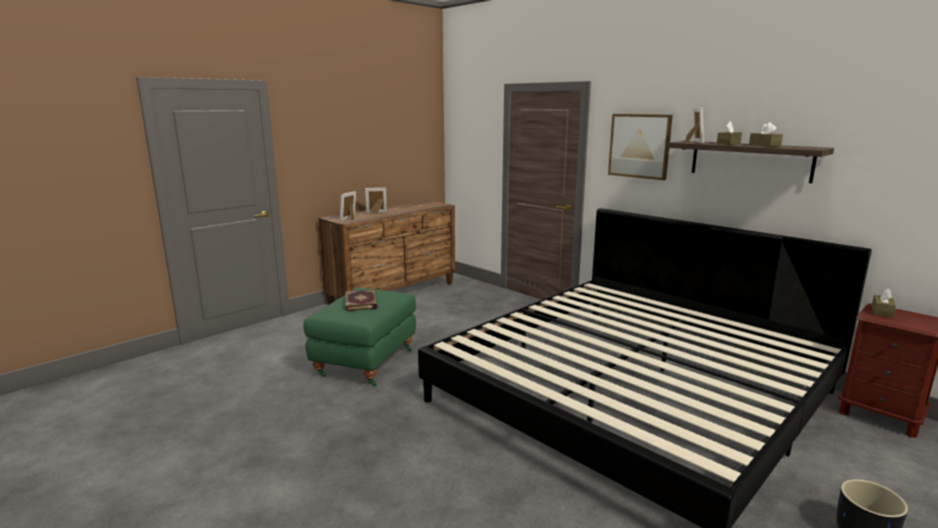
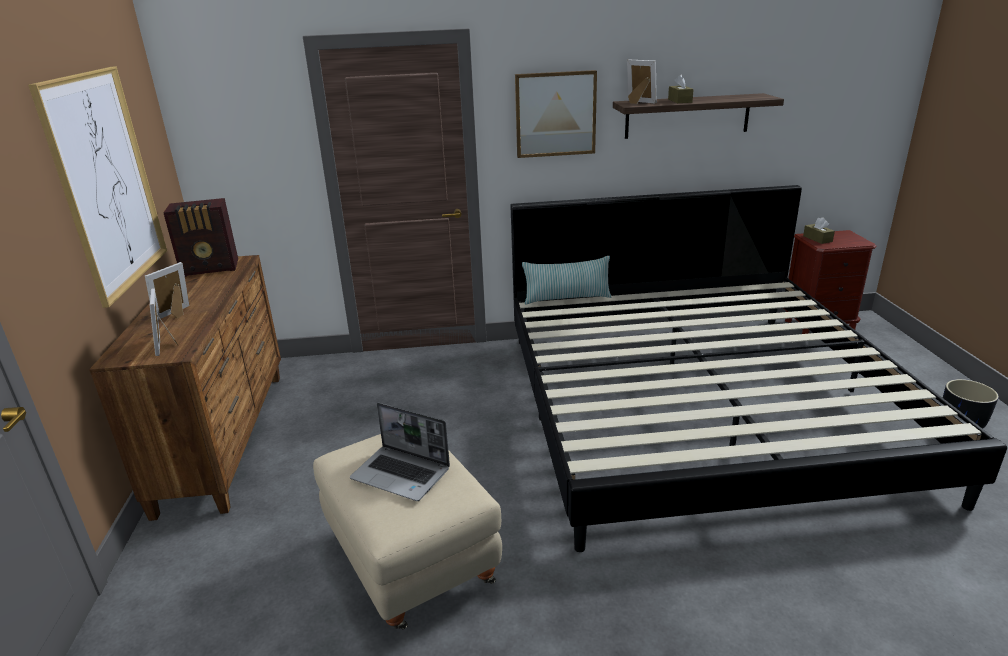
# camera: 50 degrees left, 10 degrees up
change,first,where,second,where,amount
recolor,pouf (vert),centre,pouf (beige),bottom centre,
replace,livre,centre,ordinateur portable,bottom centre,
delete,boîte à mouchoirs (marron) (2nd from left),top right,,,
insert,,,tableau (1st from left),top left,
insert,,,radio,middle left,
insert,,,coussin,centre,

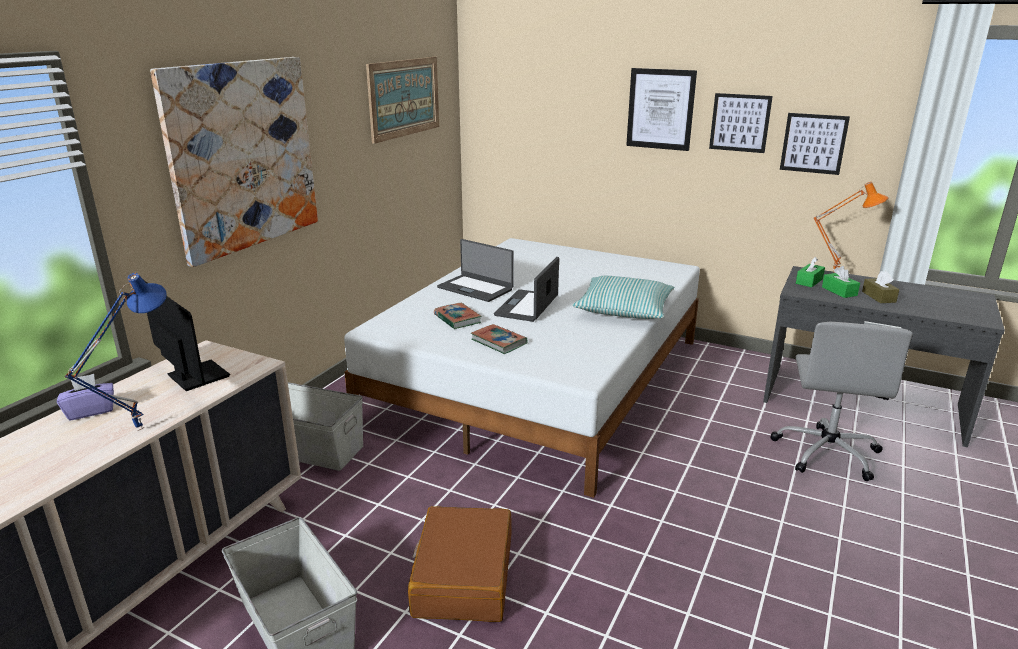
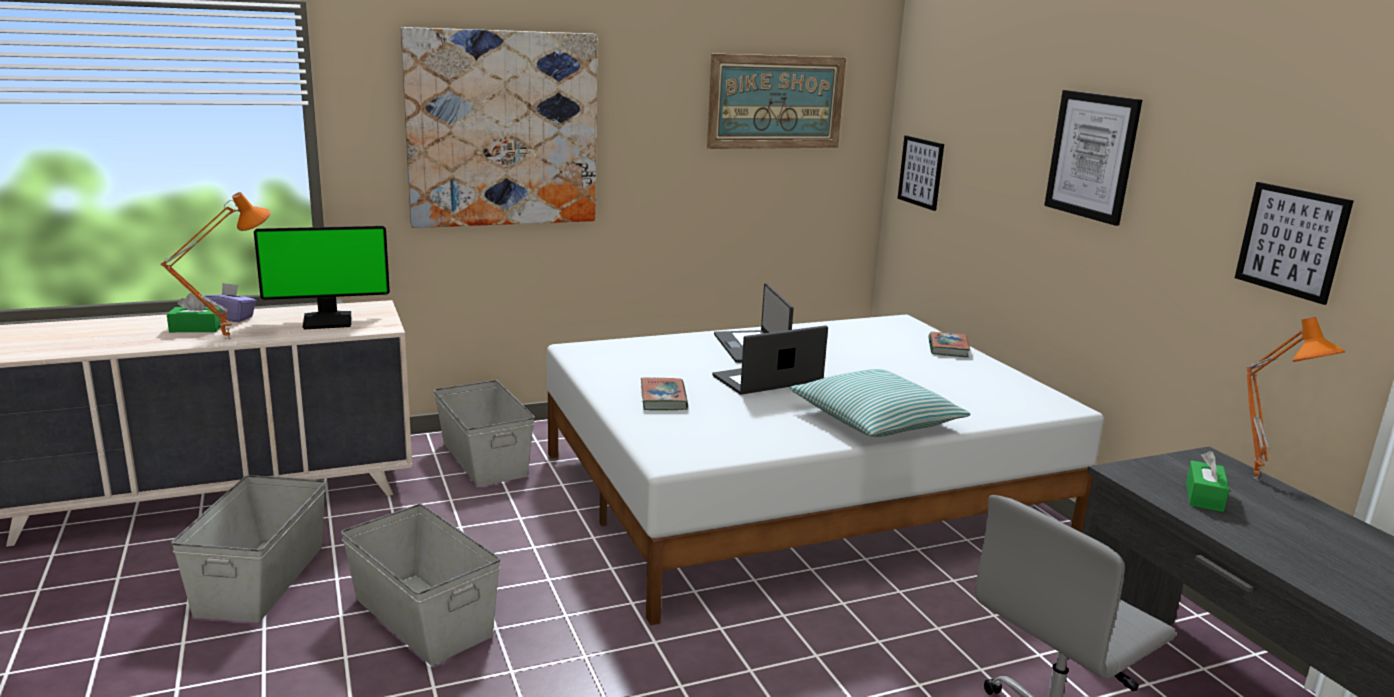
# camera: 40 degrees right, 5 degrees down
change,first,where,second,where,amount
recolor,lampe de table (bleu),middle left,lampe de table (orange) (1st from left),middle left,
rotate,écran d'ordinateur,middle left,,middle left,75 degrees clockwise
replace,valise (marron),bottom centre,boîte de rangement (gris) (2nd from left),bottom left,
move,livre (1st from left in the first image),centre,livre (2nd from left),middle right,
move,tableau (4th from left in the first image),top right,tableau (3rd from left),top centre,
move,boîte à mouchoirs (vert) (1st from left),middle right,,middle left,
delete,boîte à mouchoirs (marron),middle right,,,

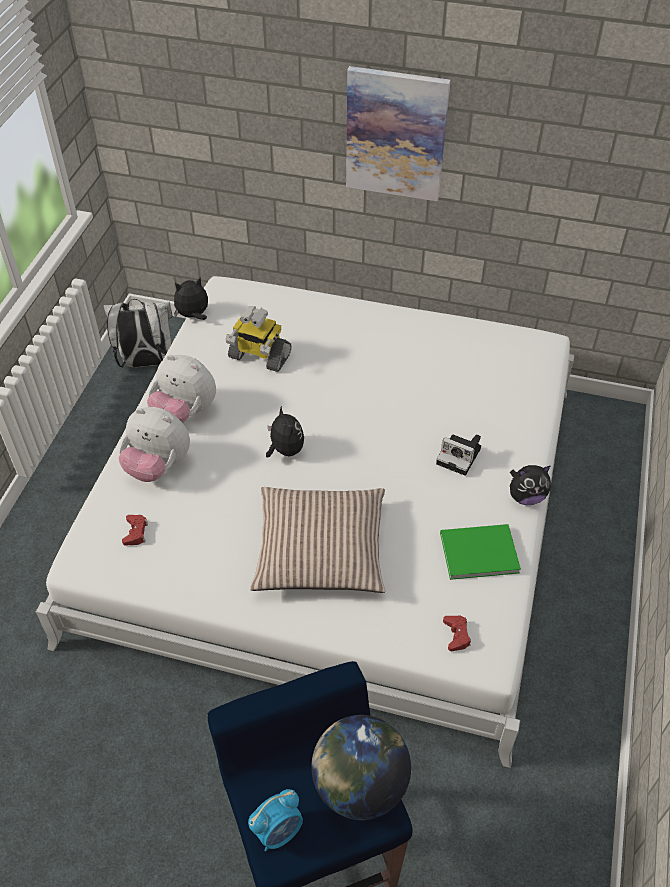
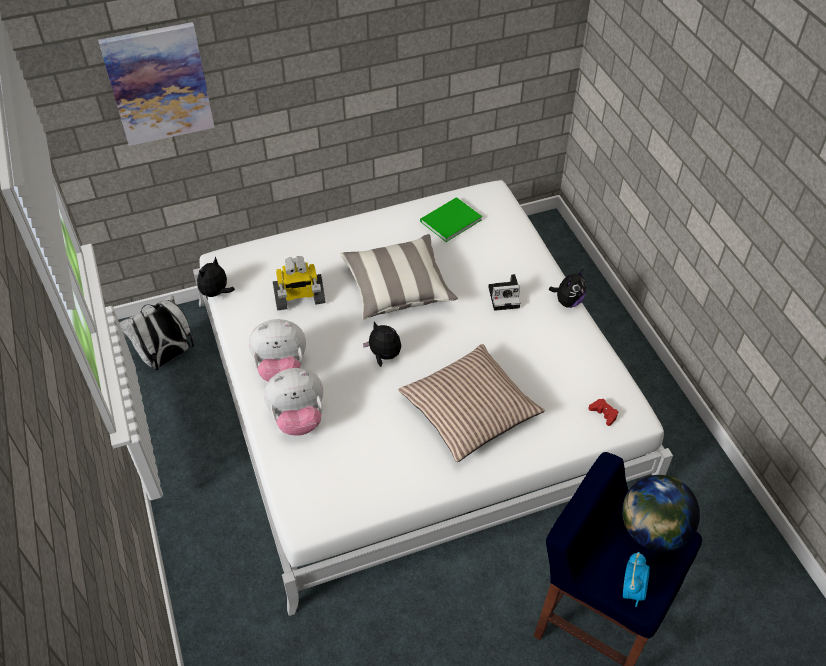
# camera: 35 degrees left, 0 degrees up
change,first,where,second,where,amount
delete,manette (rouge) (1st from left),middle left,,,
move,tableau,top centre,,top left,
move,livre (vert),middle right,,top centre,
insert,,,coussin (1st from left),centre,

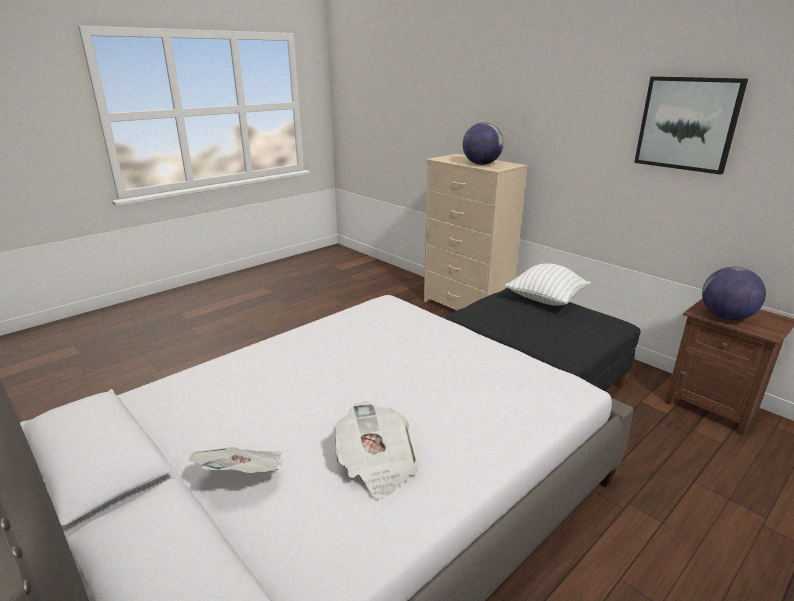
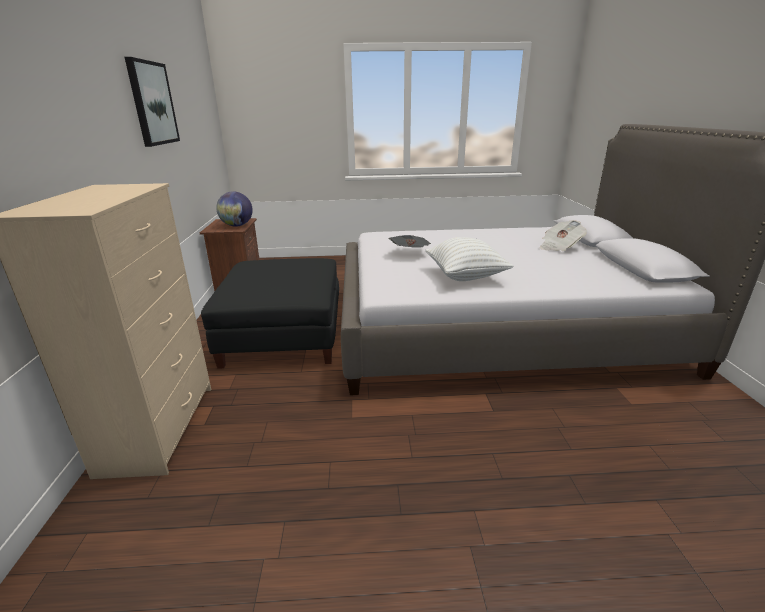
# camera: 140 degrees left, 0 degrees up
change,first,where,second,where,amount
move,journal (2nd from left in the first image),bottom centre,journal (1st from left),centre,
delete,globe (1st from left),top centre,,,
move,coussin (blanc),middle right,,centre,

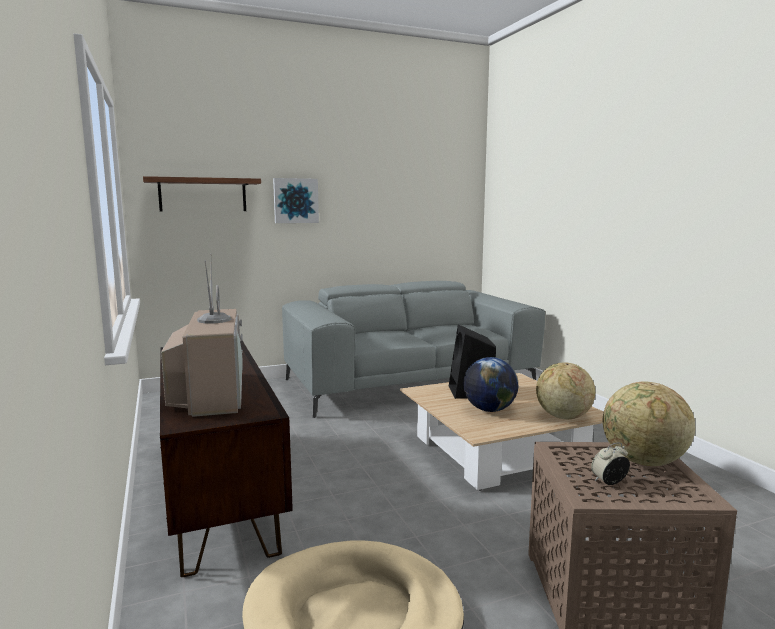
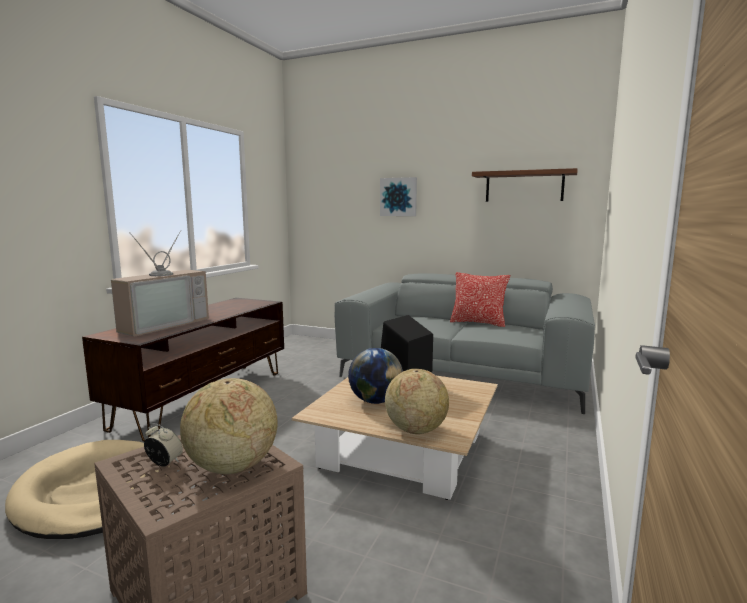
# camera: 45 degrees right, 0 degrees up
change,first,where,second,where,amount
move,étagère,top left,,top right,
insert,,,coussin,centre,

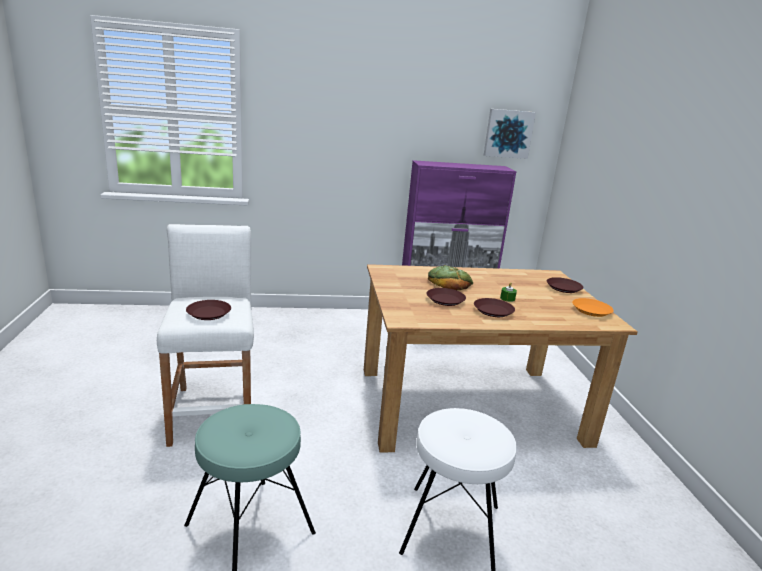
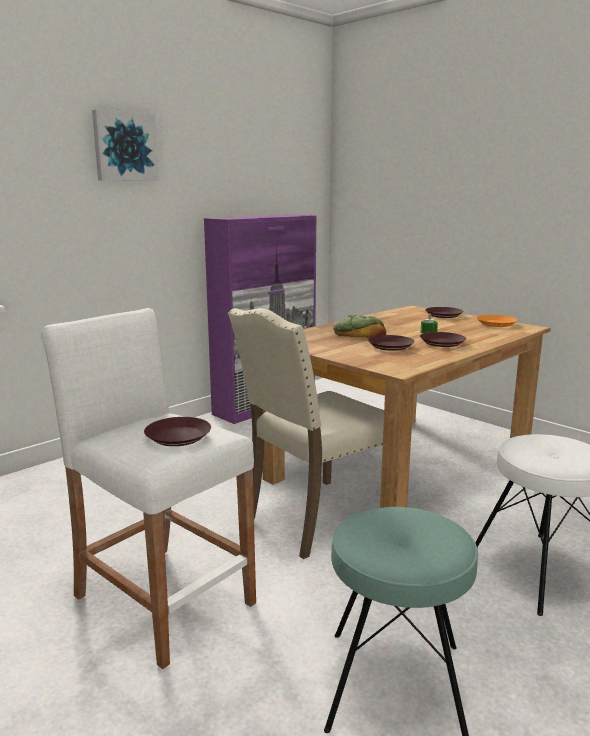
# camera: 35 degrees left, 5 degrees down
change,first,where,second,where,amount
move,tableau,top right,,top left,
insert,,,chaise (beige),centre,

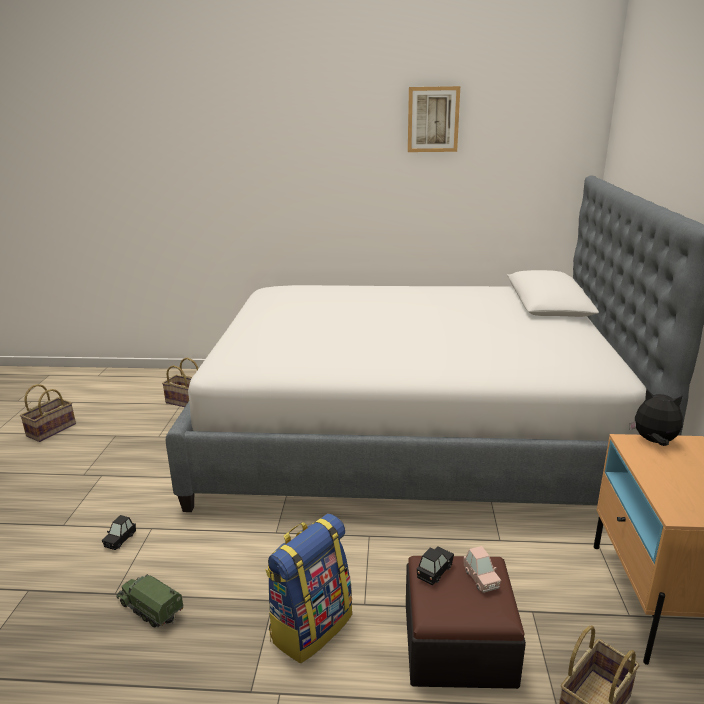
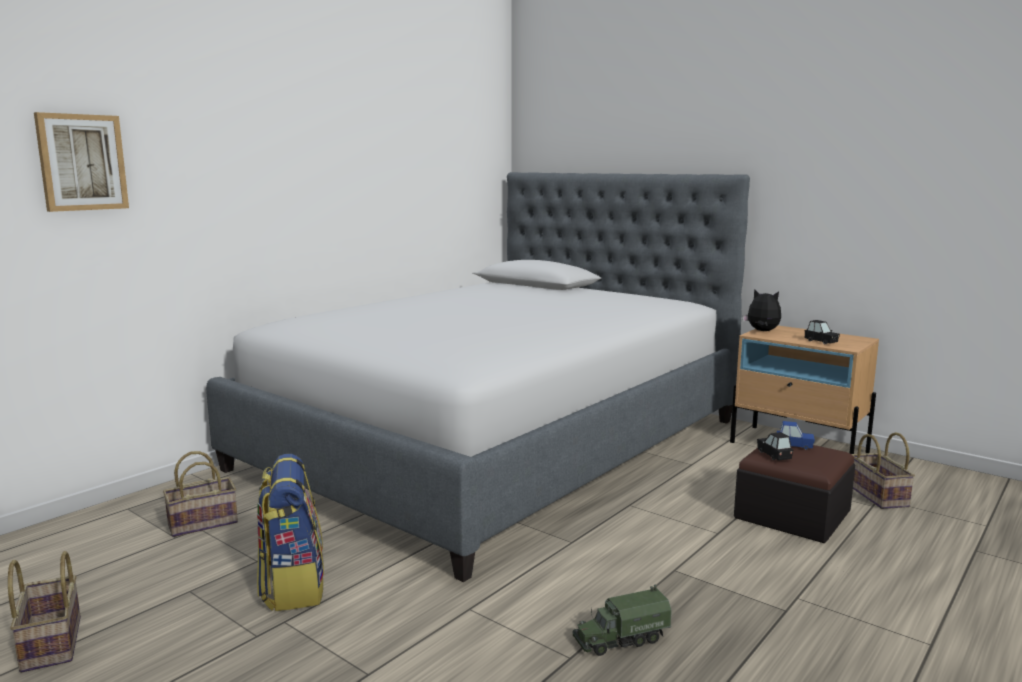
# camera: 55 degrees left, 10 degrees down
change,first,where,second,where,amount
move,petite voiture (noir) (1st from left in the first image),bottom left,petite voiture (noir) (2nd from left),middle right,
move,sac à dos,bottom centre,,bottom left,
move,tableau,top centre,,top left,
recolor,petite voiture (rose),bottom right,petite voiture (bleu),middle right,
rotate,peluche,middle right,,middle right,60 degrees clockwise

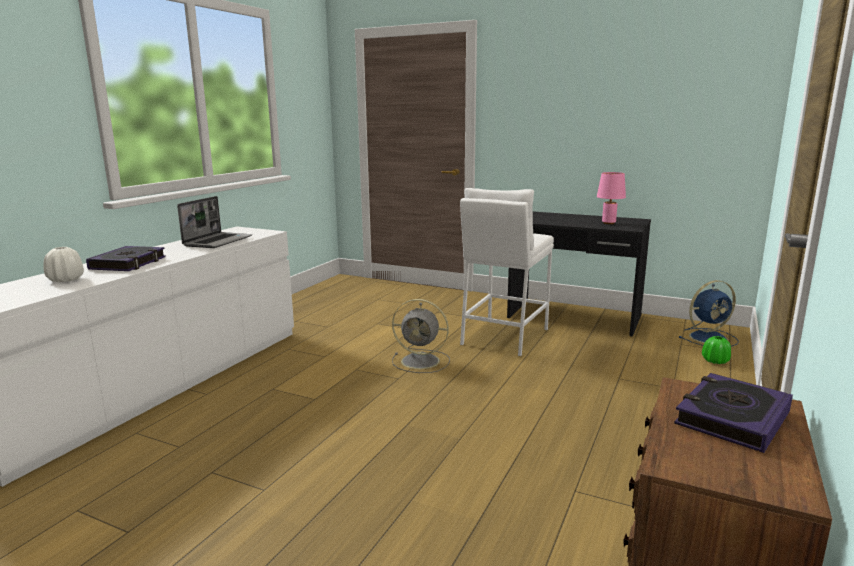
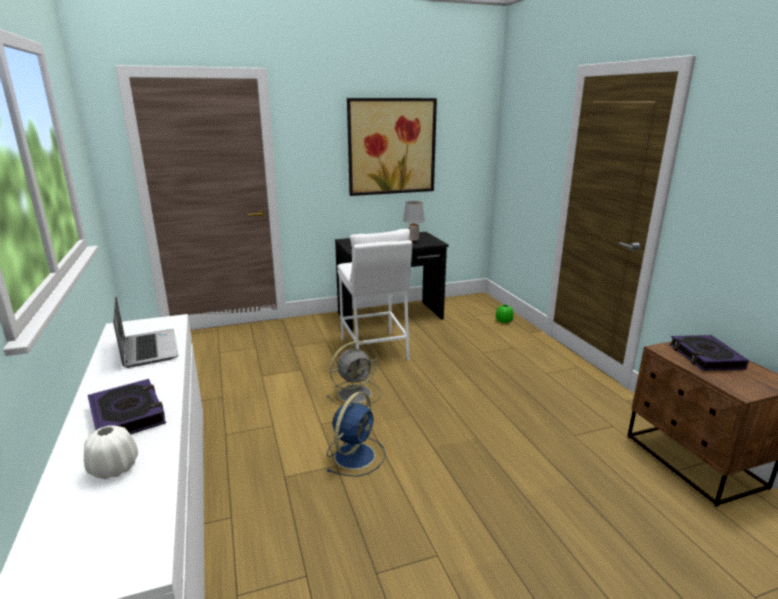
# camera: 45 degrees left, 5 degrees up
change,first,where,second,where,amount
recolor,lampe de table (rose),middle right,lampe de table (gris),centre,
move,ventilateur (bleu),middle right,,bottom centre,
insert,,,tableau,top centre,

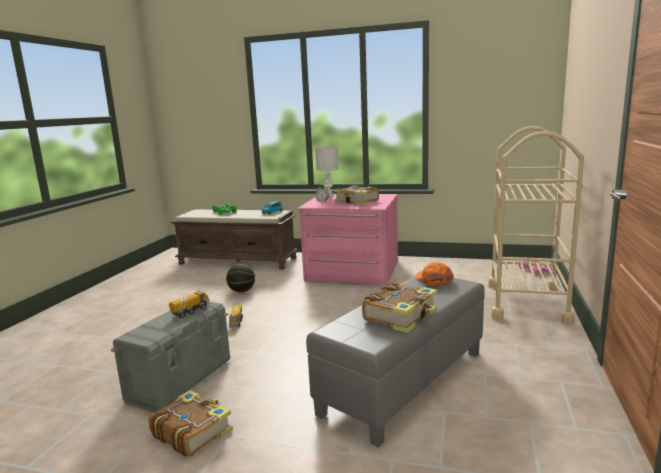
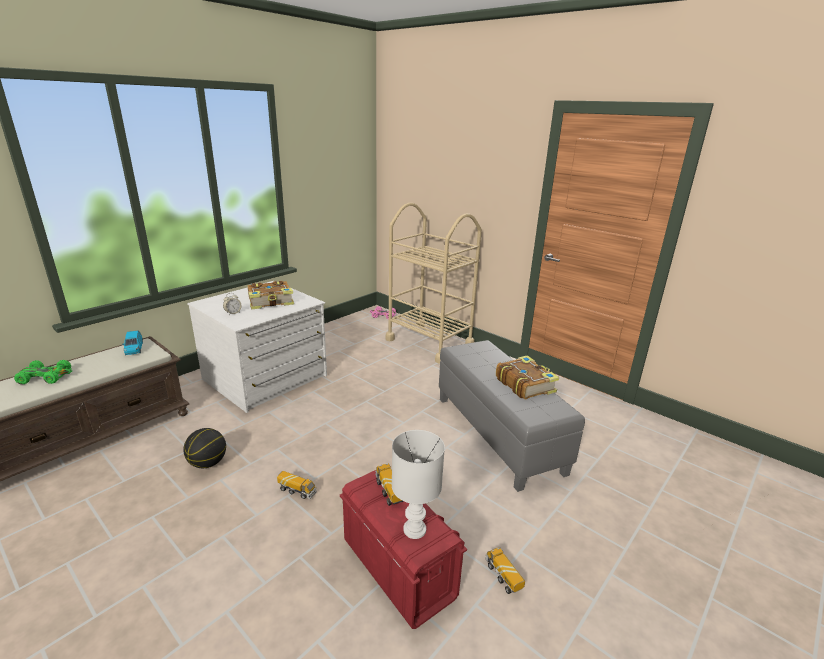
# camera: 65 degrees left, 10 degrees up
change,first,where,second,where,amount
recolor,boîte de rangement (gris),bottom left,boîte de rangement (rouge),bottom centre,
replace,livre (1st from left),bottom left,camion jouet (3rd from left),bottom centre,
recolor,commode (rose),centre,commode (blanc),middle left,
move,lampe de table (blanc),centre,,bottom centre,
delete,casquette (orange),centre,,,

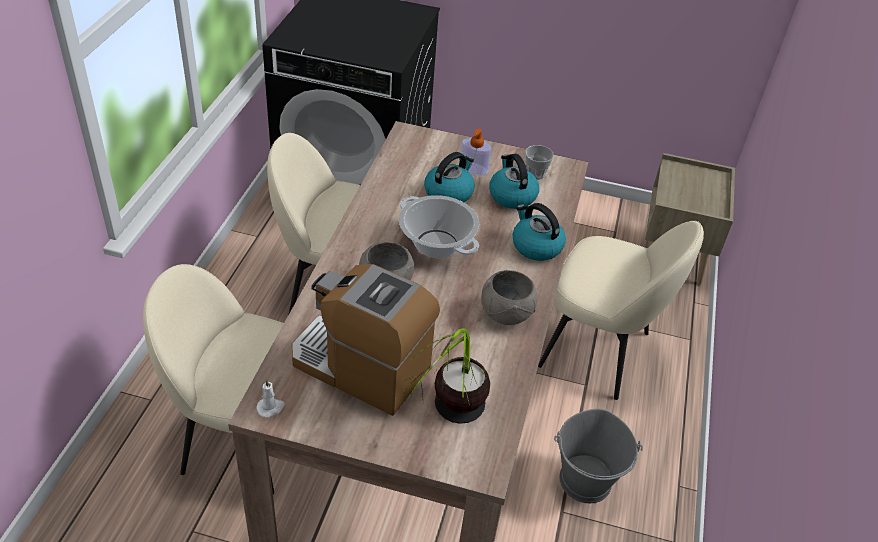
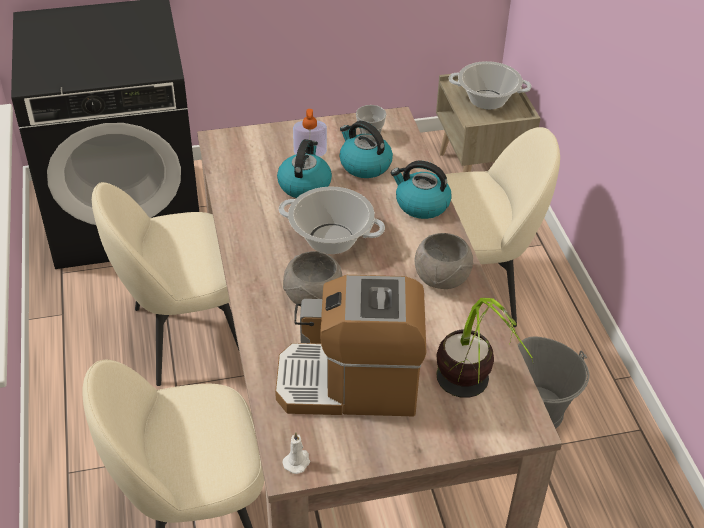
# camera: 25 degrees left, 0 degrees up
change,first,where,second,where,amount
insert,,,marmite (2nd from left),top right,

